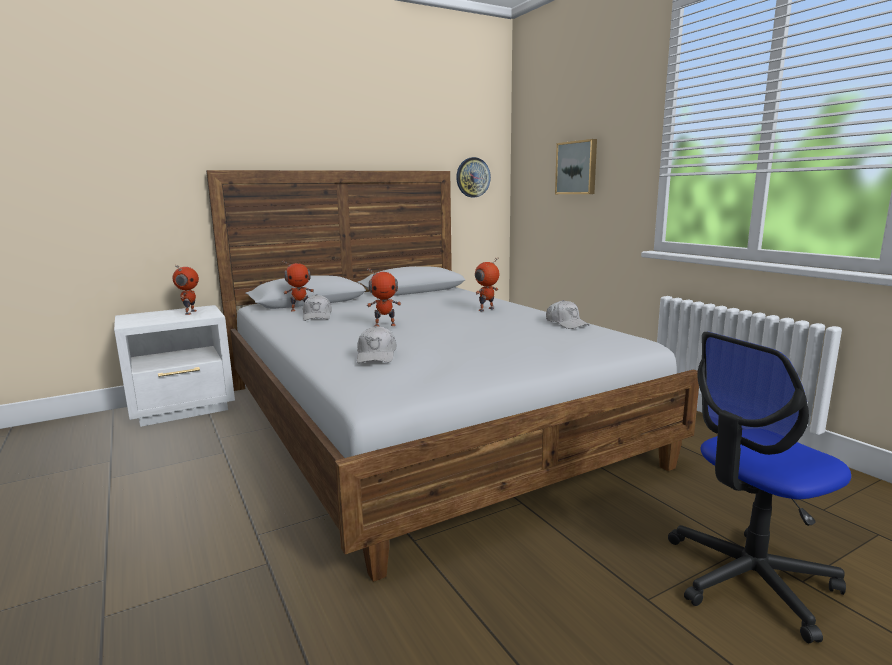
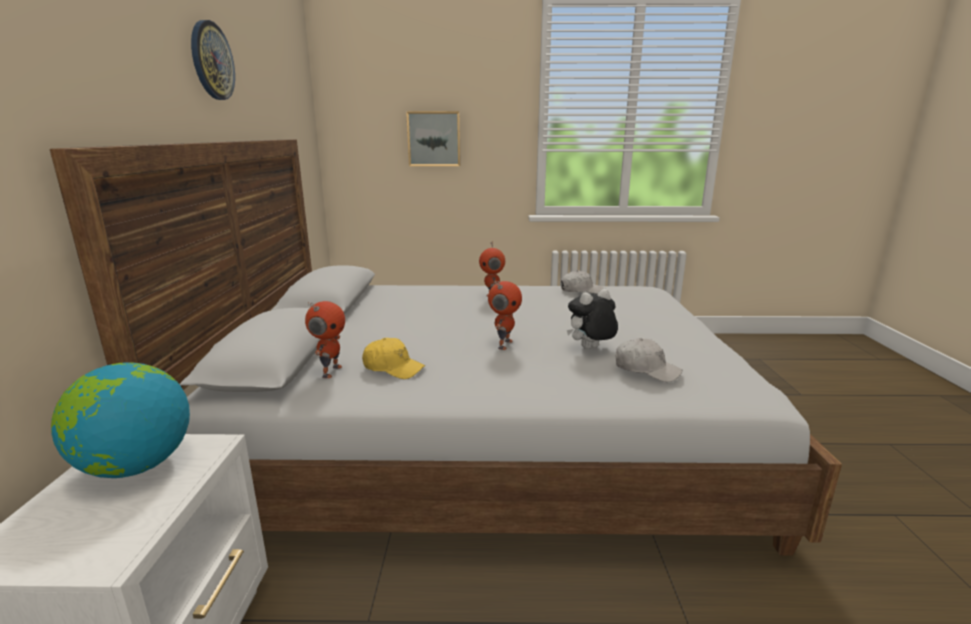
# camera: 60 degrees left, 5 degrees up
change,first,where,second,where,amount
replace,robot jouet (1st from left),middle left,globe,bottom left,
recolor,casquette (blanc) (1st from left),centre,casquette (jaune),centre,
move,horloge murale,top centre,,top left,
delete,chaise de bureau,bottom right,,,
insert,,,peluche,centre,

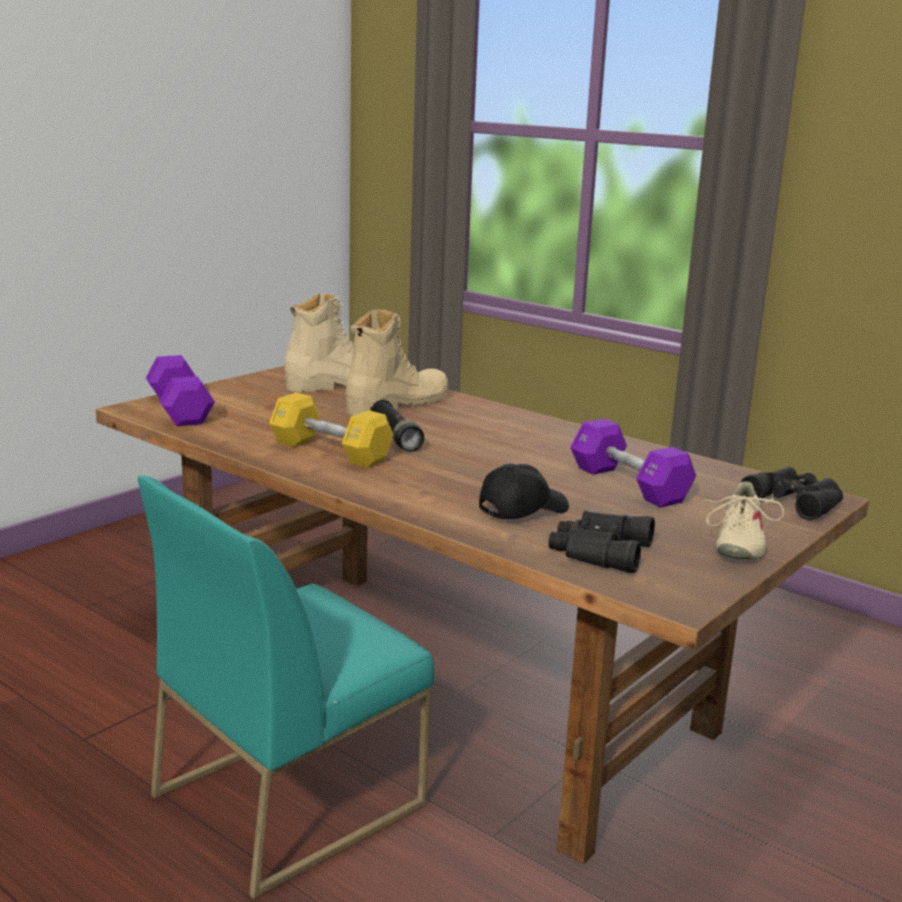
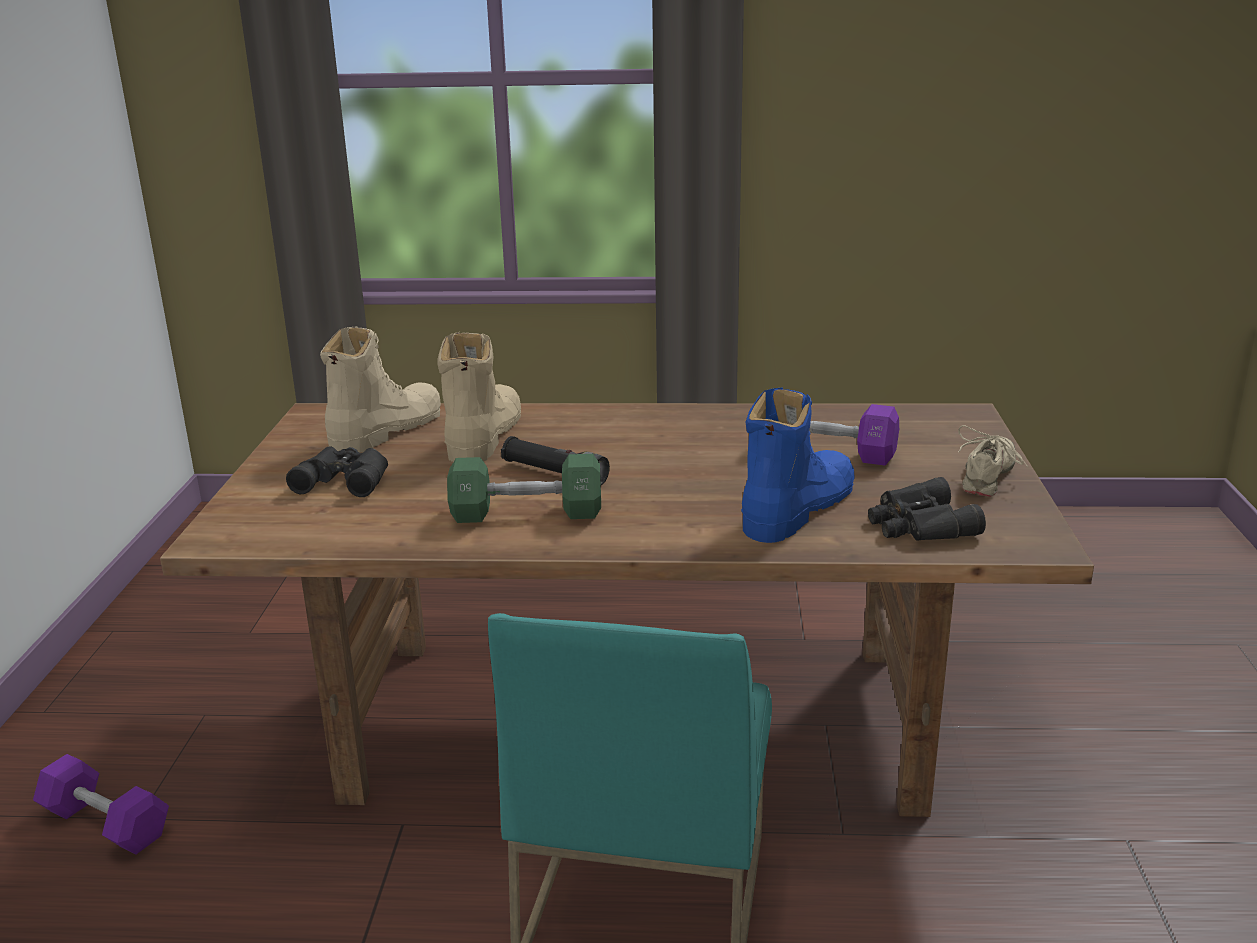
# camera: 35 degrees left, 5 degrees up
change,first,where,second,where,amount
move,haltère (violet) (1st from left),middle left,,bottom left,
recolor,haltère (jaune),centre,haltère (vert),centre,
replace,casquette (noir),centre,botte (bleu),centre,
rotate,chaussure (beige),middle right,,middle right,135 degrees counterclockwise
move,jumelles (noir) (2nd from left in the first image),middle right,jumelles (noir) (1st from left),middle left,

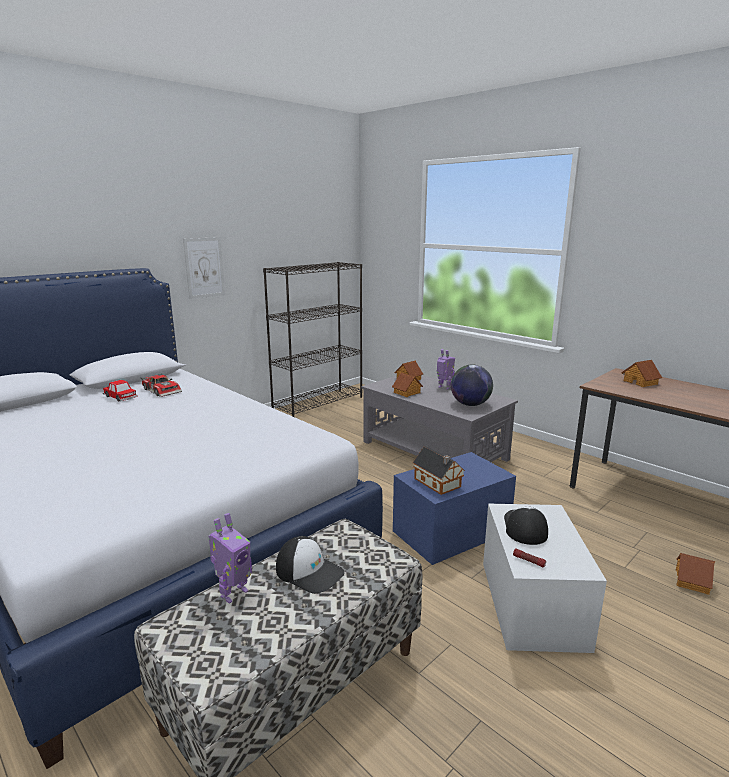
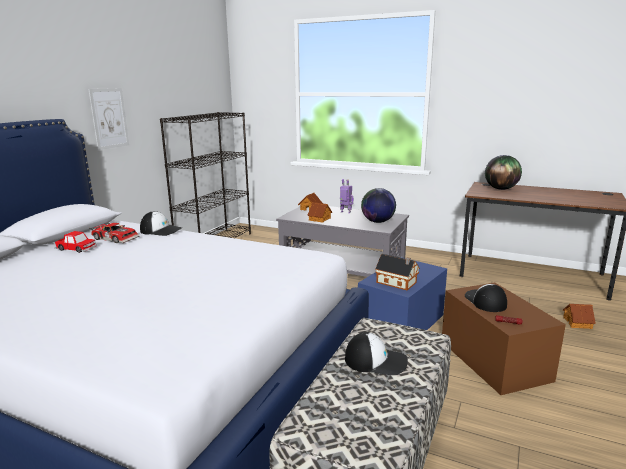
# camera: 20 degrees left, 0 degrees up
change,first,where,second,where,amount
delete,robot jouet (1st from left),bottom left,,,
recolor,boîte de rangement (blanc),bottom right,boîte de rangement (marron),bottom right,
replace,maison miniature (4th from left),middle right,globe (2nd from left),middle right,
insert,,,casquette (1st from left),middle left,

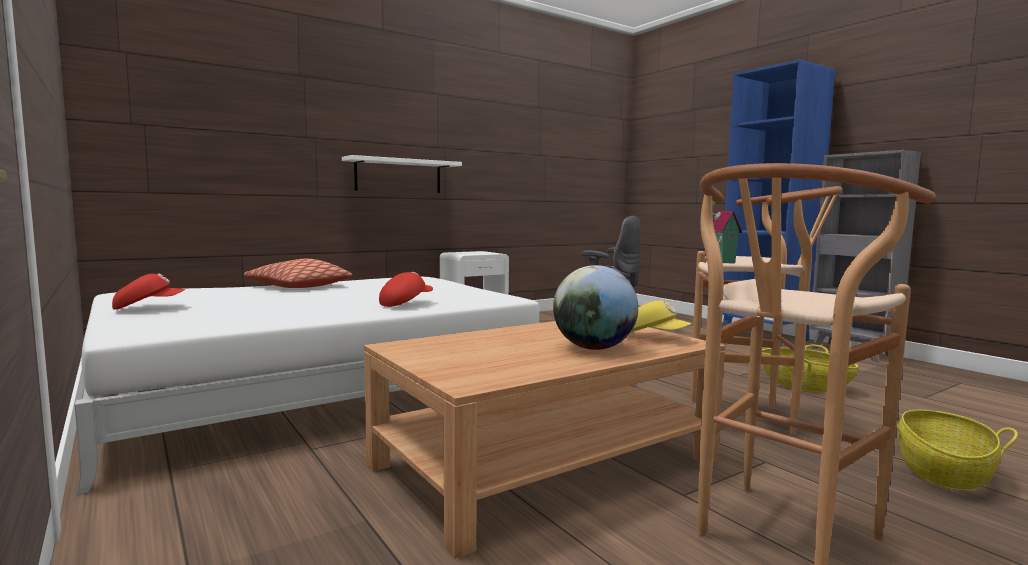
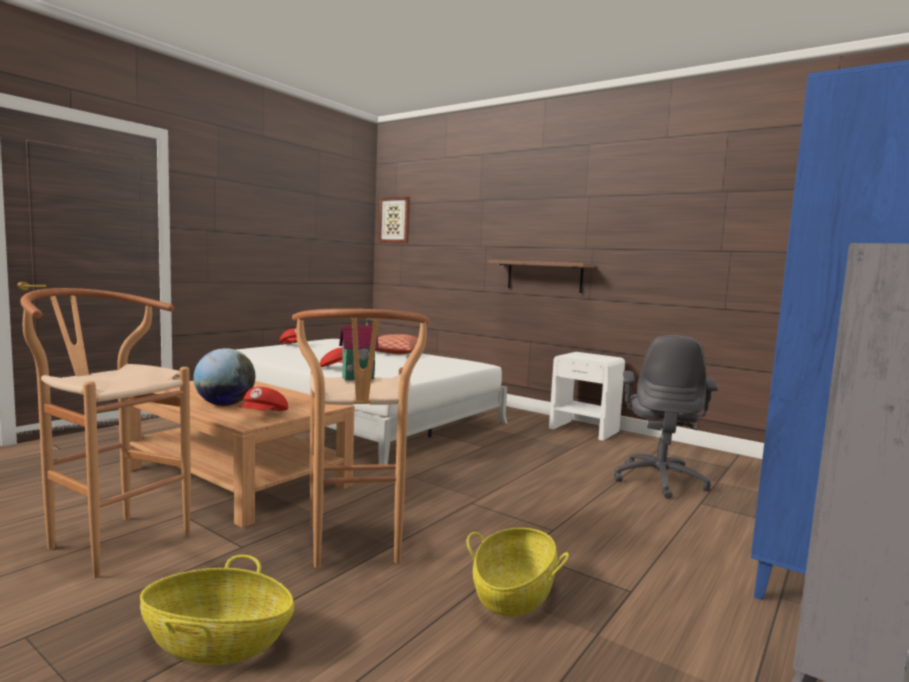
# camera: 70 degrees right, 0 degrees up
change,first,where,second,where,amount
recolor,étagère (blanc),top centre,étagère (marron),centre,
recolor,casquette (jaune),centre,casquette (rouge) (1st from left),middle left,
insert,,,tableau,top centre,

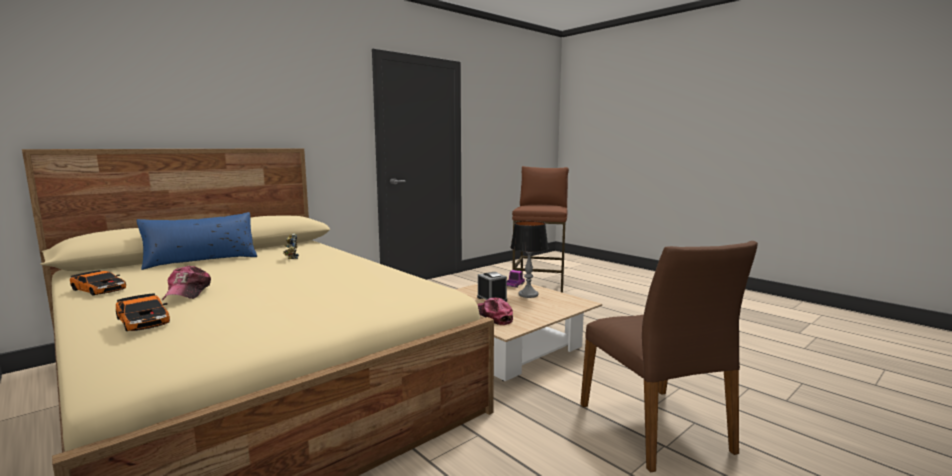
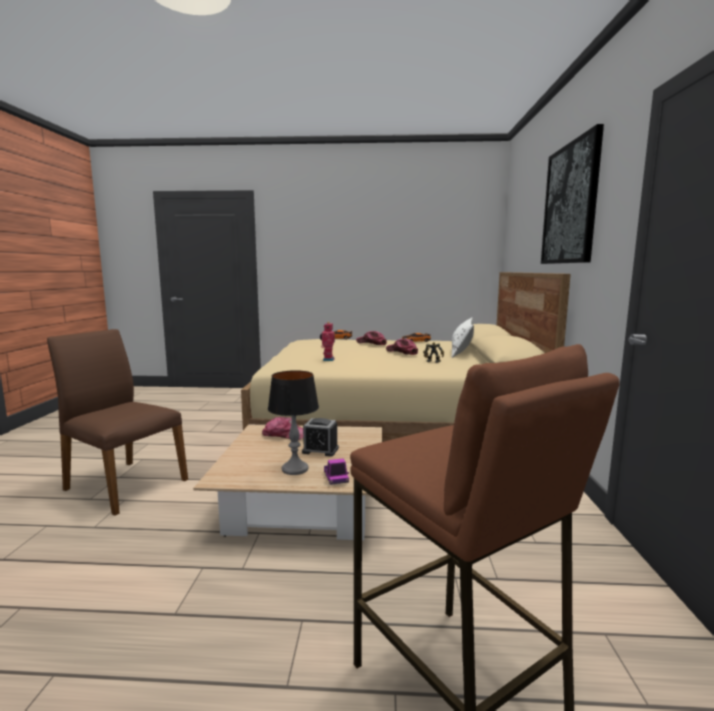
# camera: 135 degrees right, 0 degrees up
change,first,where,second,where,amount
recolor,coussin (bleu),middle left,coussin (blanc),centre,
insert,,,robot jouet (1st from left),centre,
insert,,,casquette (3rd from left),centre,
insert,,,tableau,top right,

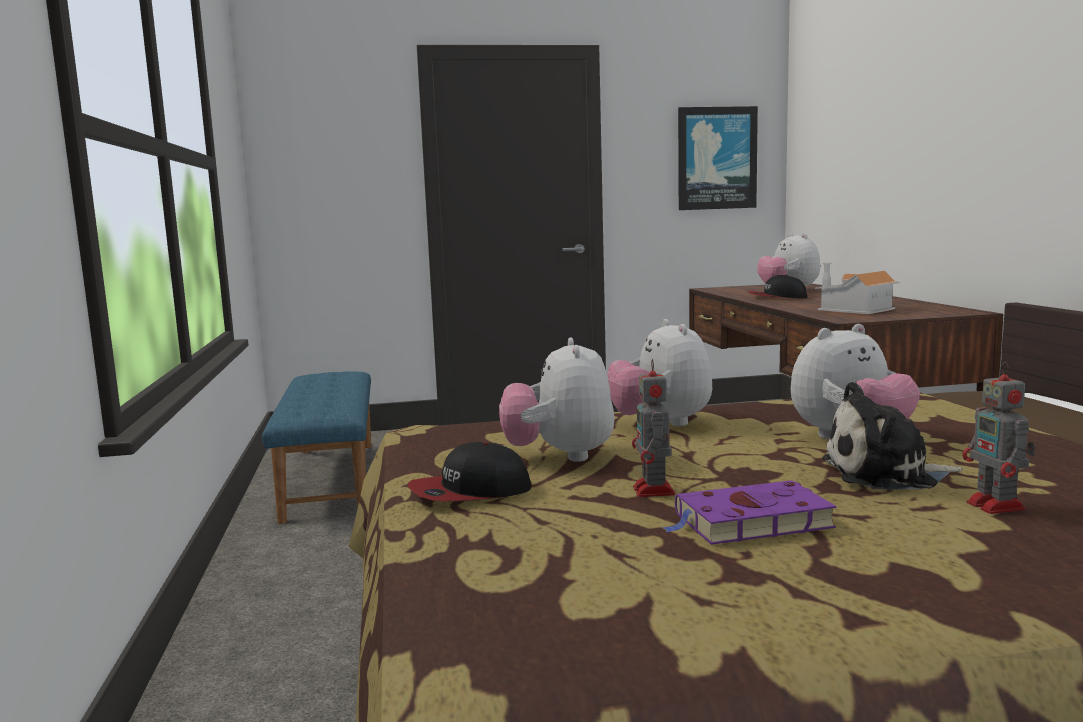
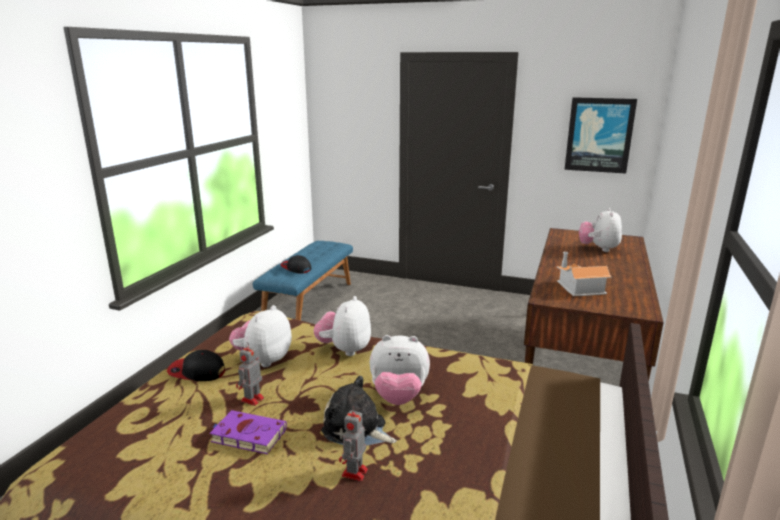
# camera: 30 degrees right, 10 degrees up
change,first,where,second,where,amount
move,casquette (2nd from left),middle right,,centre,

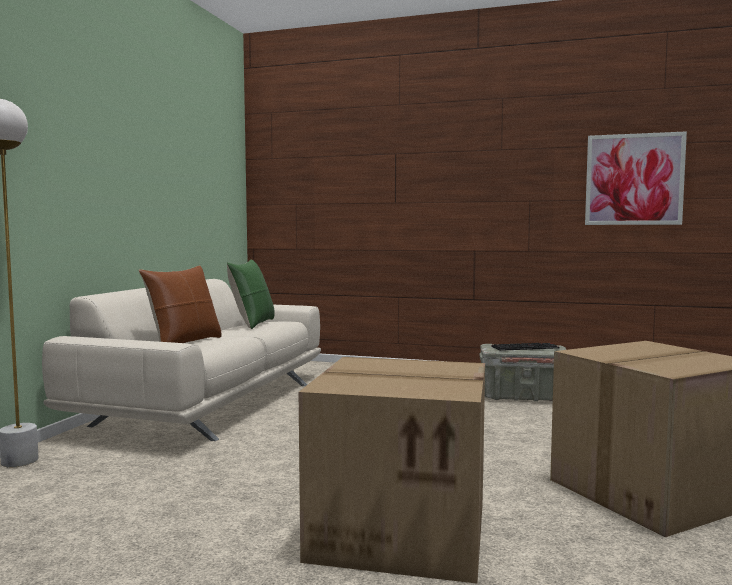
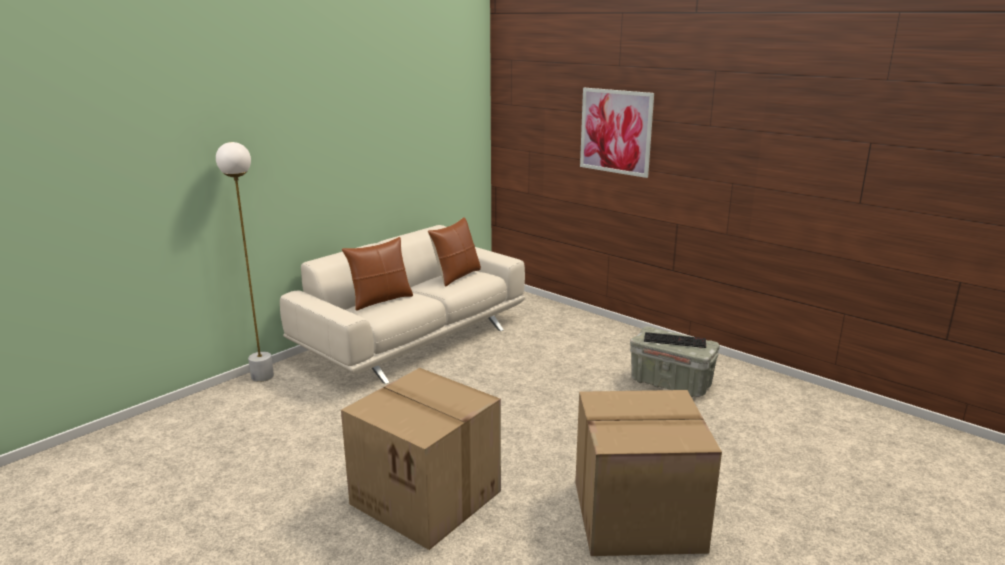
# camera: 25 degrees right, 15 degrees up
change,first,where,second,where,amount
recolor,coussin (vert),centre,coussin (marron) (2nd from left),centre,
move,tableau,top right,,top centre,

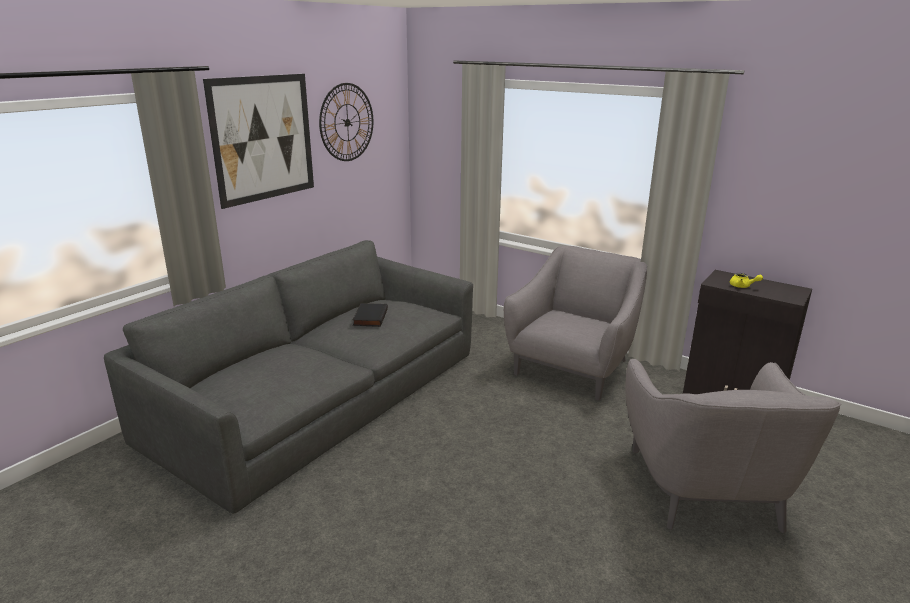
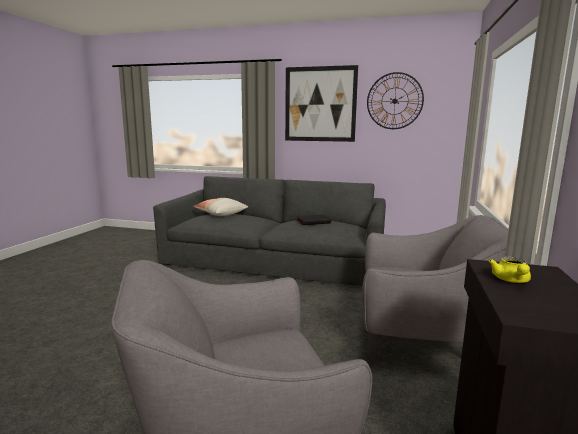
# camera: 70 degrees right, 10 degrees down
change,first,where,second,where,amount
insert,,,coussin,centre,

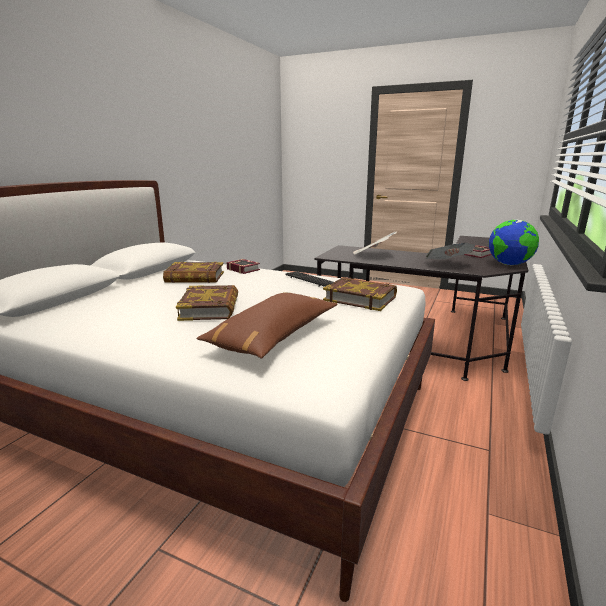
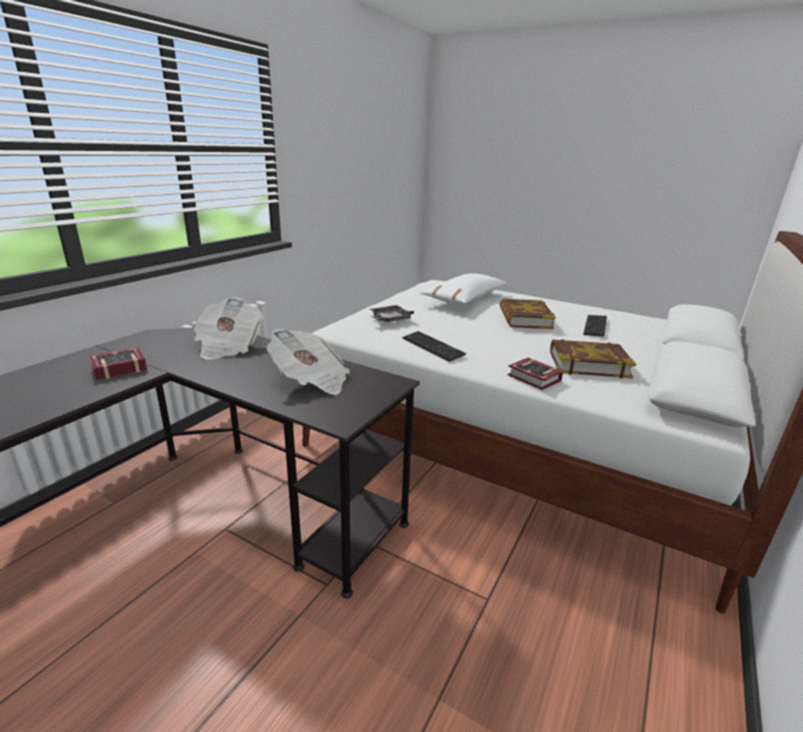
# camera: 175 degrees left, 5 degrees up
change,first,where,second,where,amount
recolor,coussin (marron),centre,coussin (blanc),centre,
replace,livre (4th from left),centre,plateau (gris),centre,
delete,globe,middle right,,,
insert,,,clavier (2nd from left),middle right,

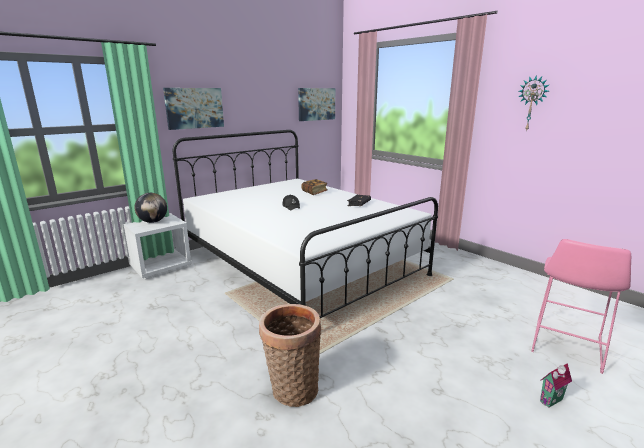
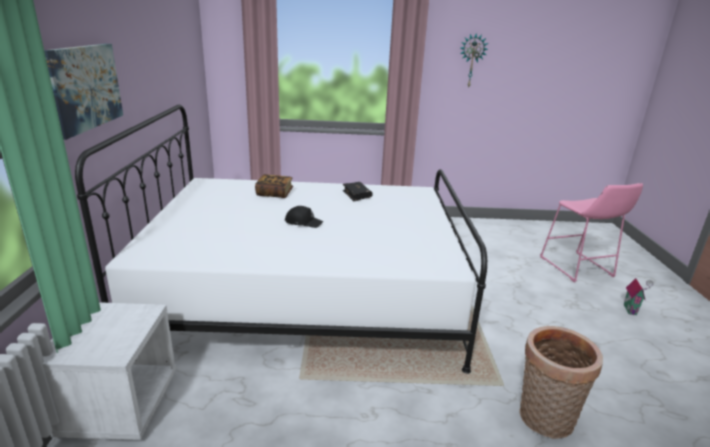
# camera: 50 degrees left, 5 degrees up
change,first,where,second,where,amount
delete,globe,middle left,,,
delete,tableau (2nd from left),top centre,,,

